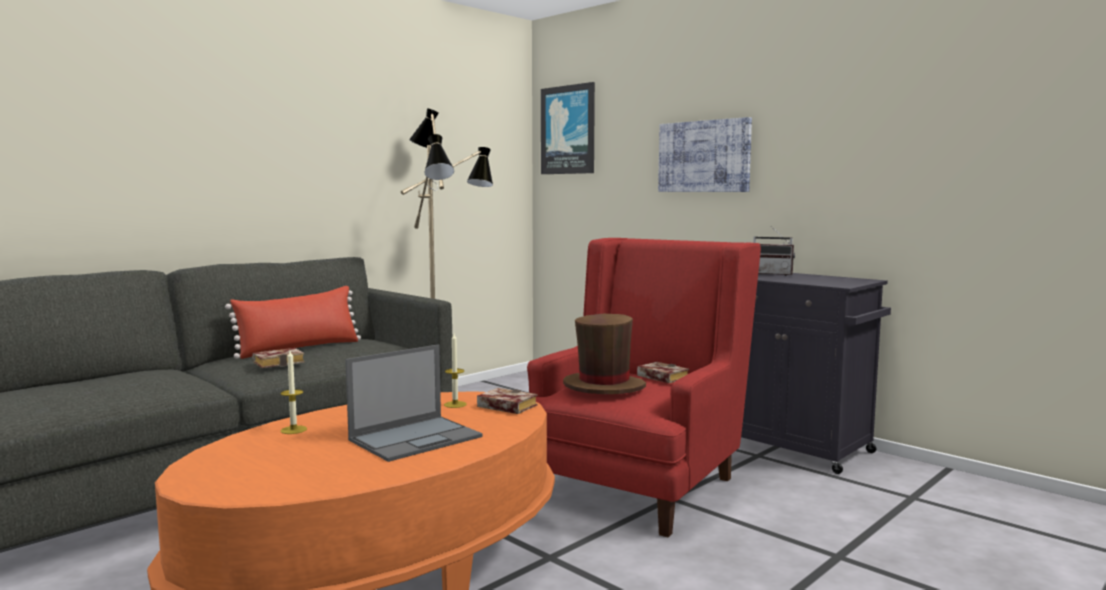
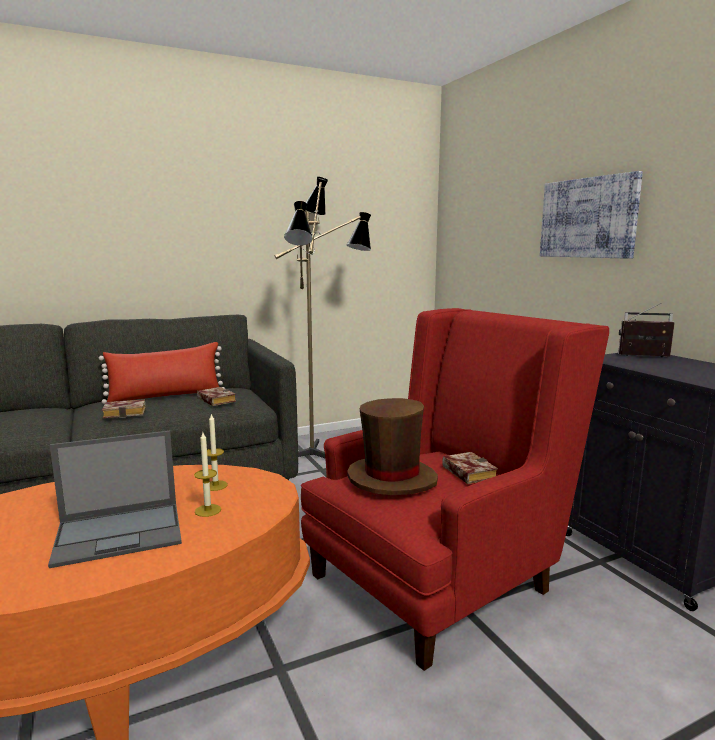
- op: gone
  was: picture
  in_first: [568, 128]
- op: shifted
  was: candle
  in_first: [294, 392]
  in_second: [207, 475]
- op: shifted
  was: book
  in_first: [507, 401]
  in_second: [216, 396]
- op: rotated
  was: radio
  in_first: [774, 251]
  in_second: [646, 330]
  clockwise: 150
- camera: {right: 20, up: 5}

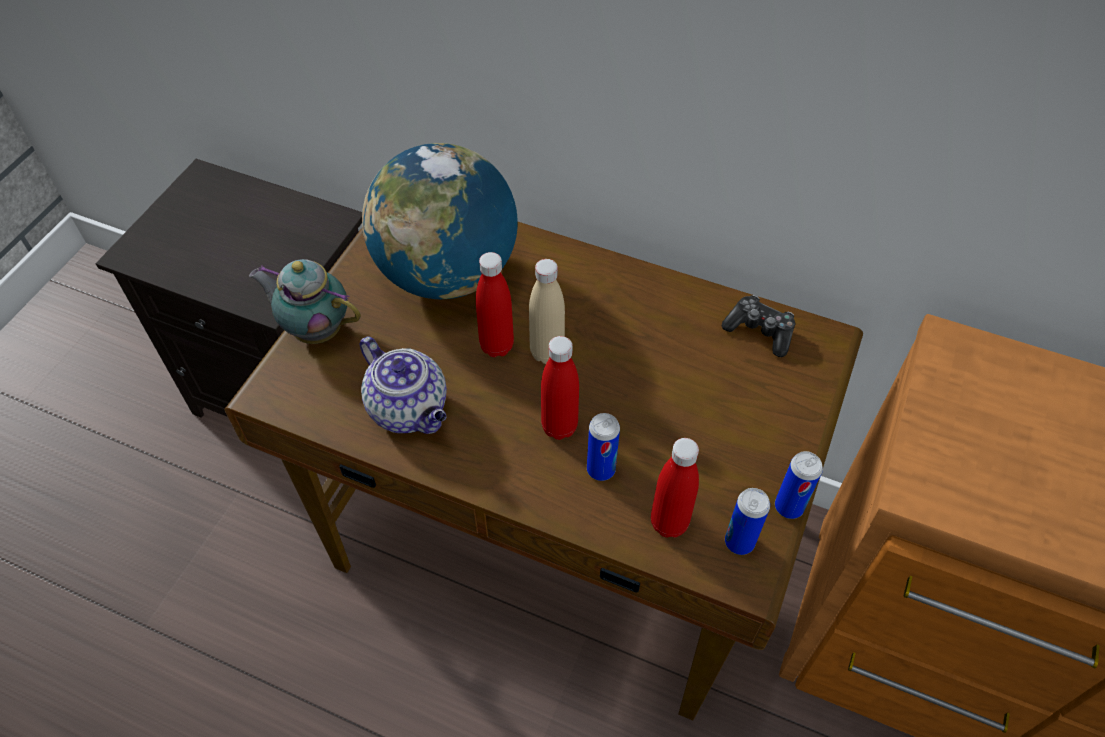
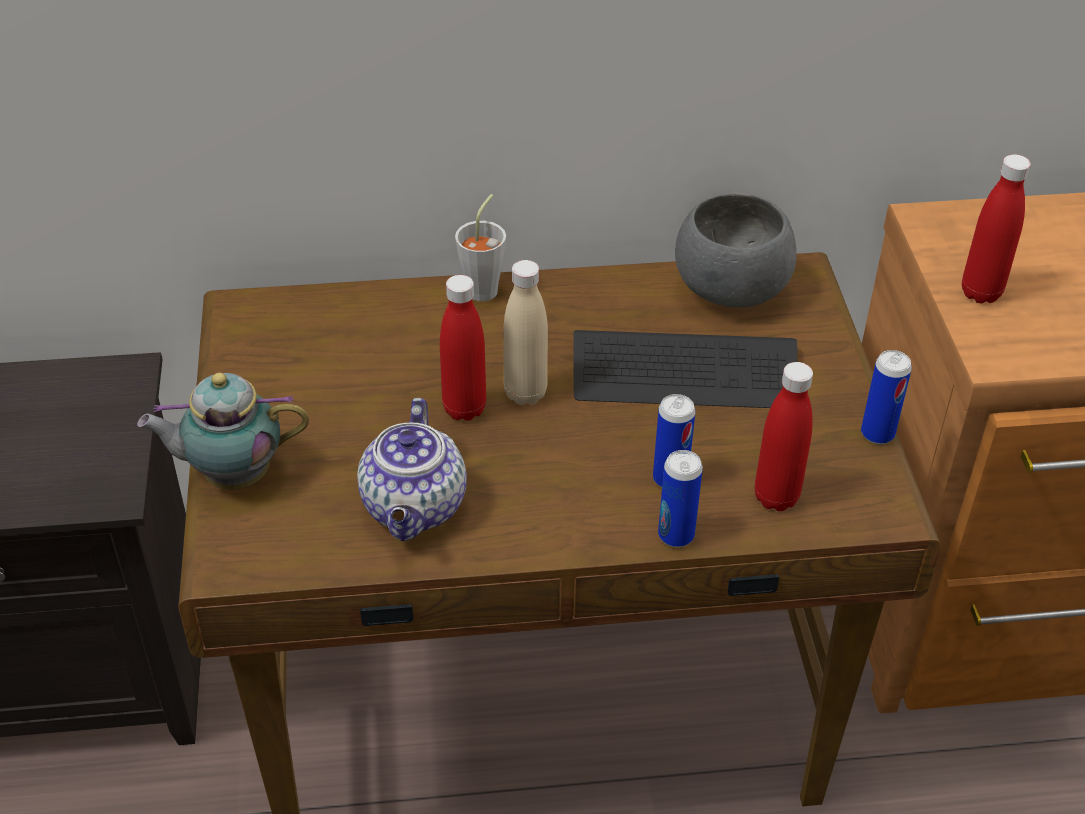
- op: gone
  was: globe
  in_first: [440, 221]
- op: new
  now: cup/grey
  in_second: [480, 247]
- op: new
  now: keyboard
  in_second: [685, 369]
- op: shifted
  was: bottle/red
  in_first: [560, 388]
  in_second: [996, 228]
- op: shifted
  was: can
  in_first: [747, 521]
  in_second: [680, 498]
- op: swapped
  was: game controller
  now: bowl/grey
  in_first: [758, 326]
  in_second: [735, 250]
- op: rotated
  was: teapot
  in_first: [403, 385]
  in_second: [412, 469]
  clockwise: 75
- camera: {right: -30, up: -10}

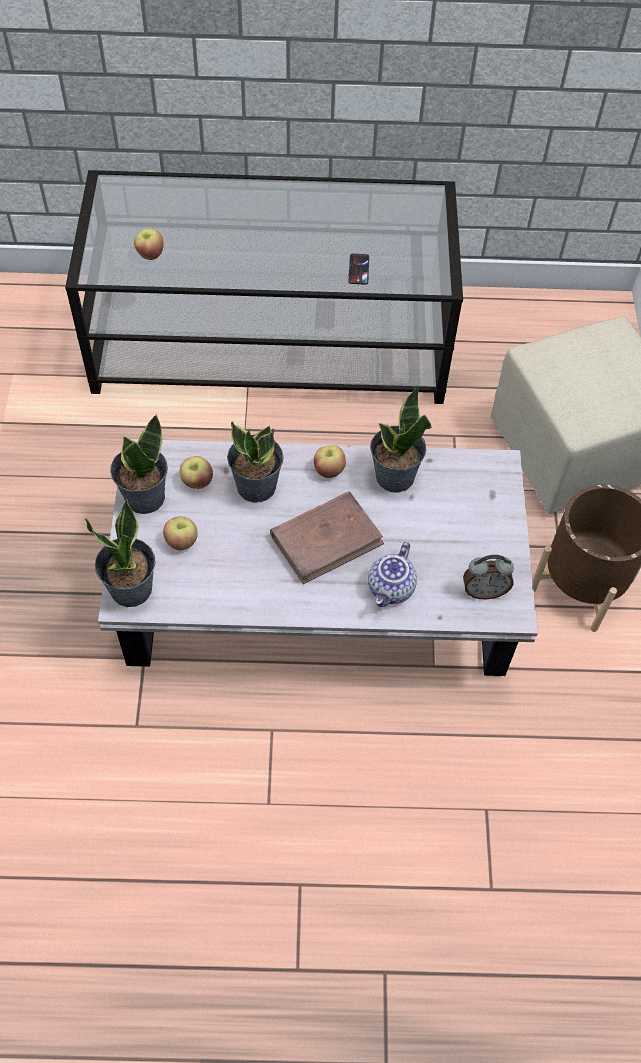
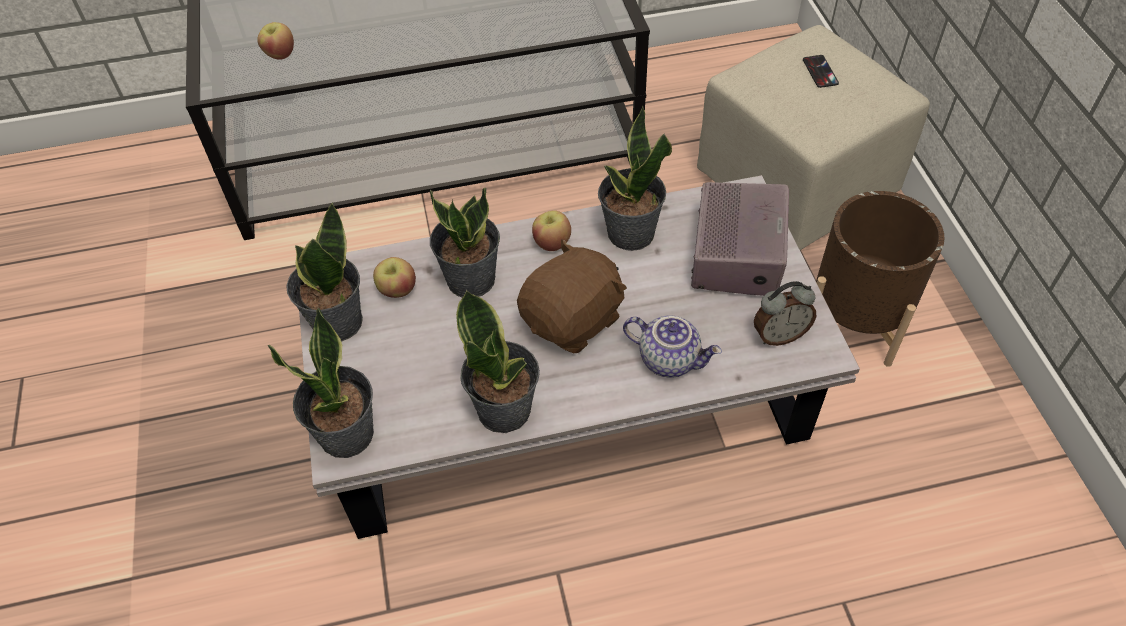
- op: gone
  was: apple
  in_first: [180, 533]
- op: new
  now: potted plant
  in_second: [498, 361]
- op: new
  now: radio
  in_second: [740, 239]
- op: shifted
  was: phone
  in_first: [358, 269]
  in_second: [821, 71]
- op: swapped
  was: book/brown
  now: plush toy/brown
  in_first: [327, 537]
  in_second: [572, 296]
- op: rotated
  was: teapot
  in_first: [392, 574]
  in_second: [672, 346]
  clockwise: -75
- camera: {right: -10, up: -5}

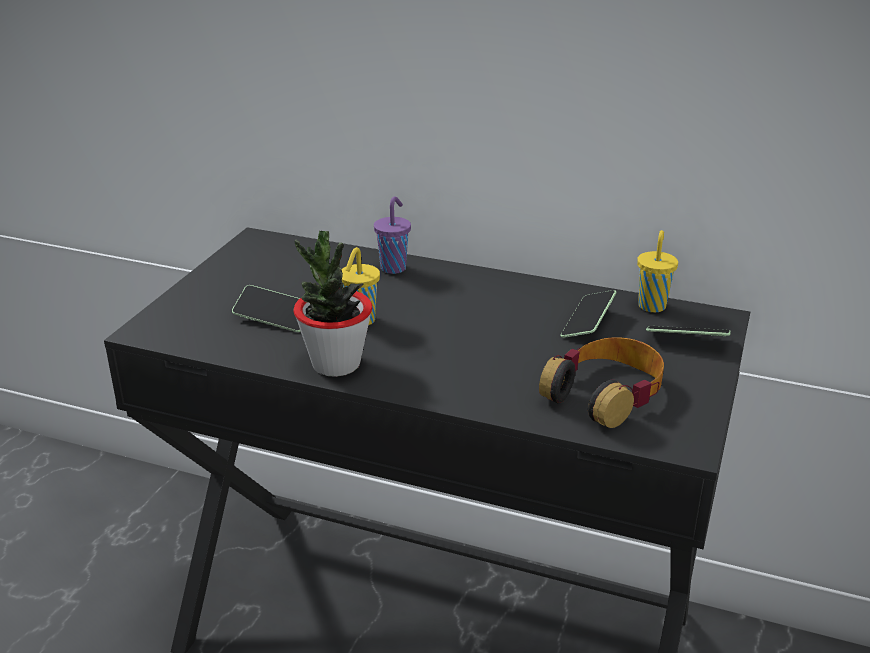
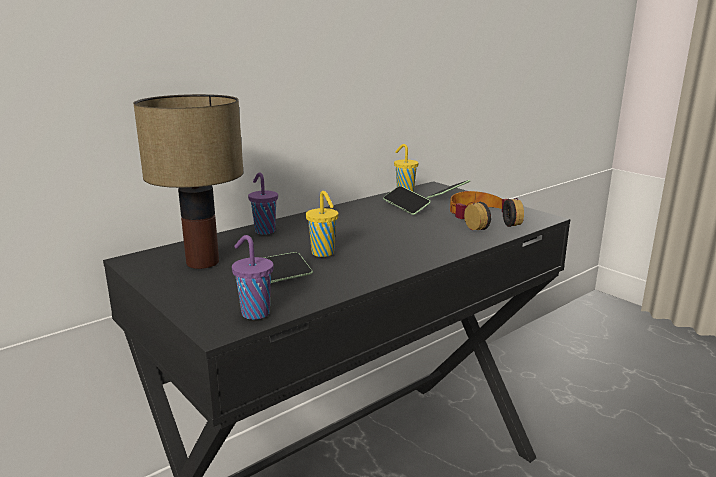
- op: gone
  was: potted plant
  in_first: [332, 304]
- op: new
  now: table lamp
  in_second: [188, 181]
- op: new
  now: cup/purple
  in_second: [253, 277]
- camera: {right: -60, up: -10}

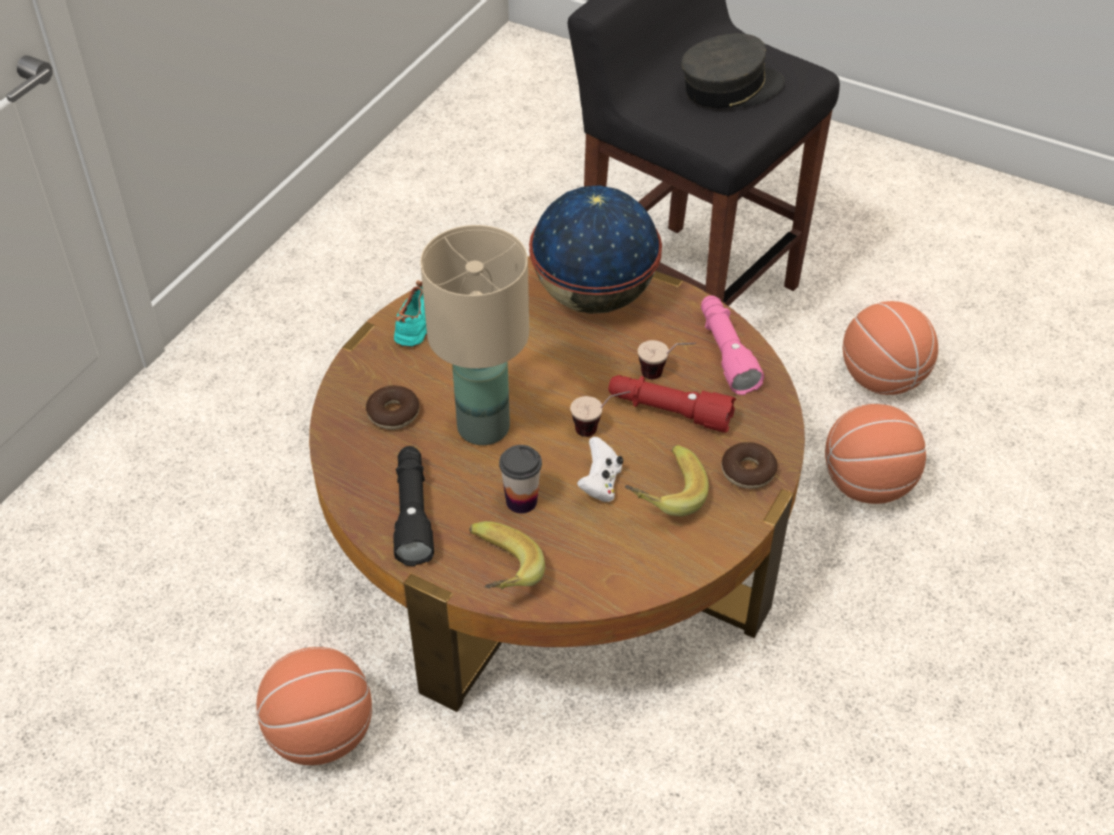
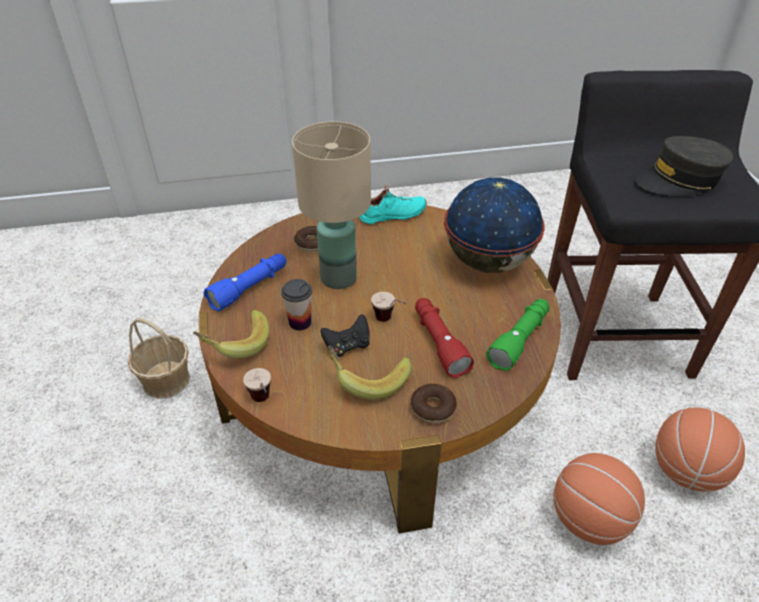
- op: shifted
  was: cup
  in_first: [667, 359]
  in_second: [257, 385]
- op: swapped
  was: basketball
  now: basket
  in_first: [314, 706]
  in_second: [159, 358]
- op: repainted
  was: flashlight/black
  now: flashlight/blue
  in_first: [413, 506]
  in_second: [245, 283]
- op: repainted
  was: game controller/white
  now: game controller/black
  in_first: [600, 469]
  in_second: [345, 335]
- op: repainted
  was: flashlight/pink
  now: flashlight/green
  in_first: [732, 345]
  in_second: [517, 335]
- op: rotated
  was: cap/grey
  in_first: [733, 70]
  in_second: [684, 166]
  clockwise: 135
- camera: {right: 50, up: -5}

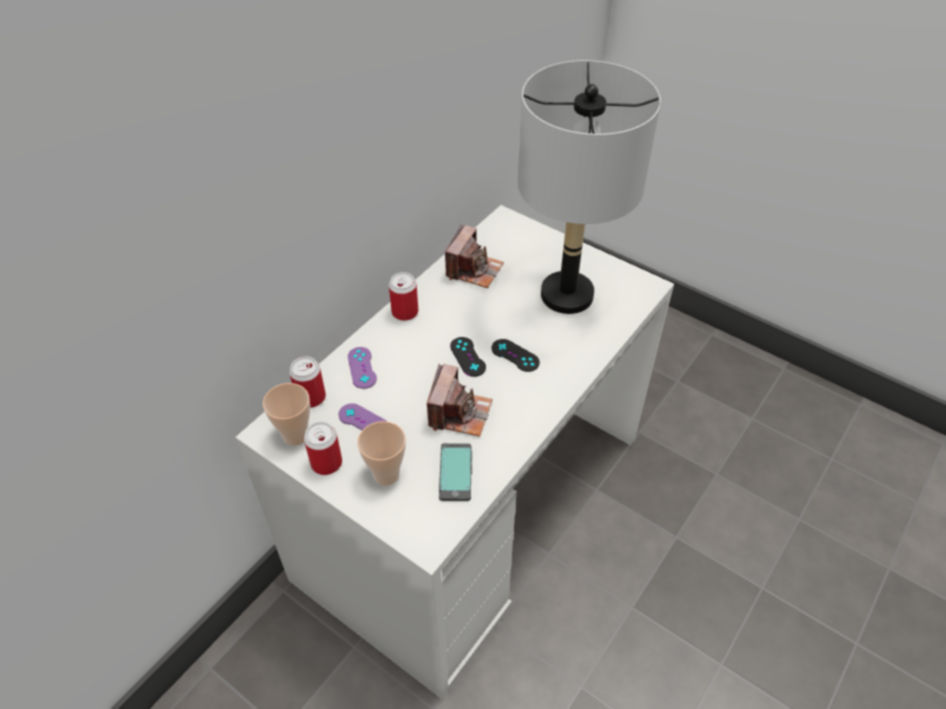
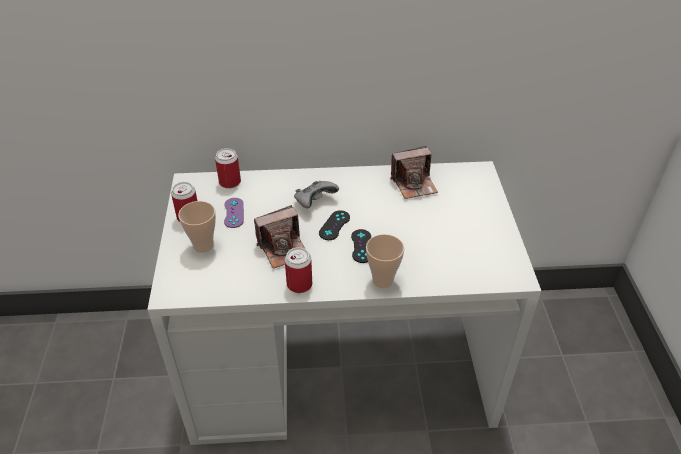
- op: gone
  was: game controller/purple
  in_first: [362, 368]
- op: gone
  was: phone
  in_first: [455, 472]
- op: gone
  was: table lamp/grey
  in_first: [589, 187]
- op: new
  now: game controller/grey
  in_second: [316, 194]
- op: shifted
  was: cup
  in_first: [286, 414]
  in_second: [385, 261]
- op: shifted
  was: can
  in_first: [403, 296]
  in_second: [298, 270]
- camera: {right: 50, up: -5}

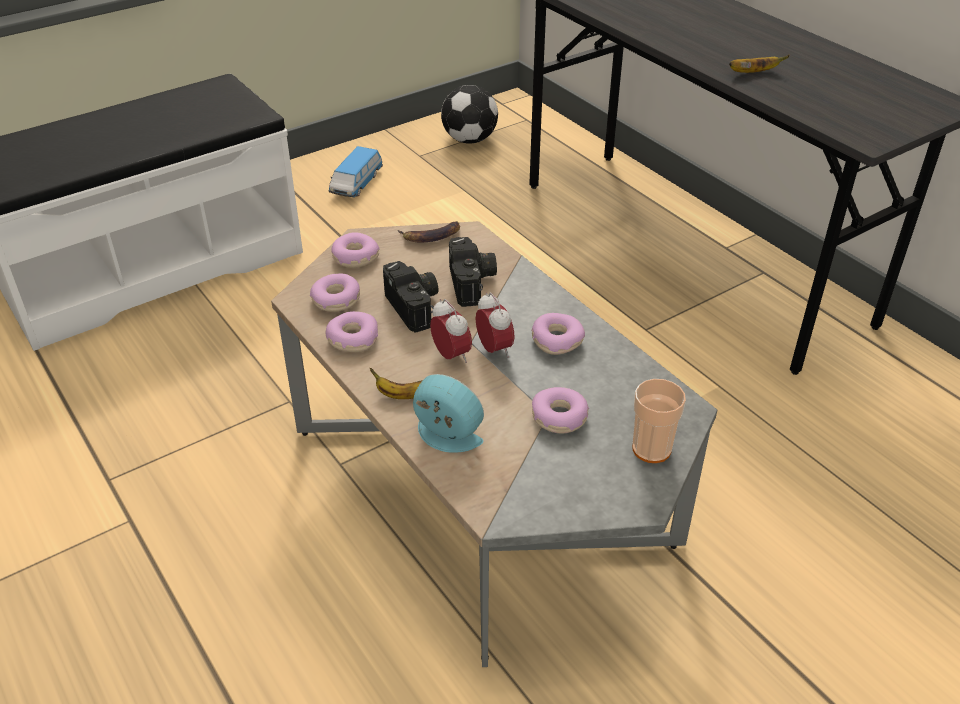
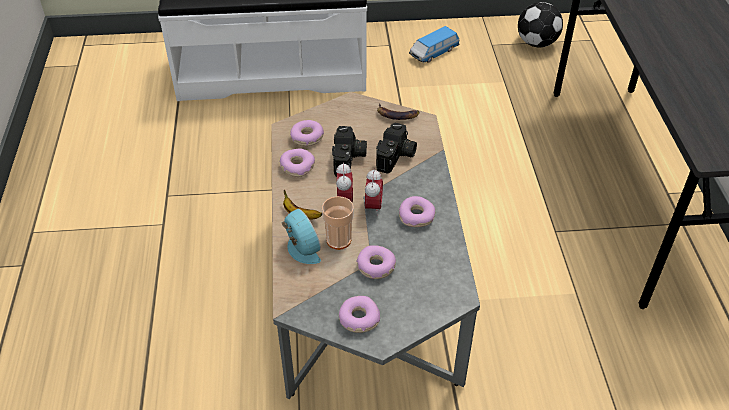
- op: gone
  was: banana
  in_first: [759, 64]
- op: shifted
  was: donut
  in_first: [355, 250]
  in_second: [359, 314]
- op: shifted
  was: cup
  in_first: [659, 421]
  in_second: [338, 223]
- camera: {right: 30, up: 5}

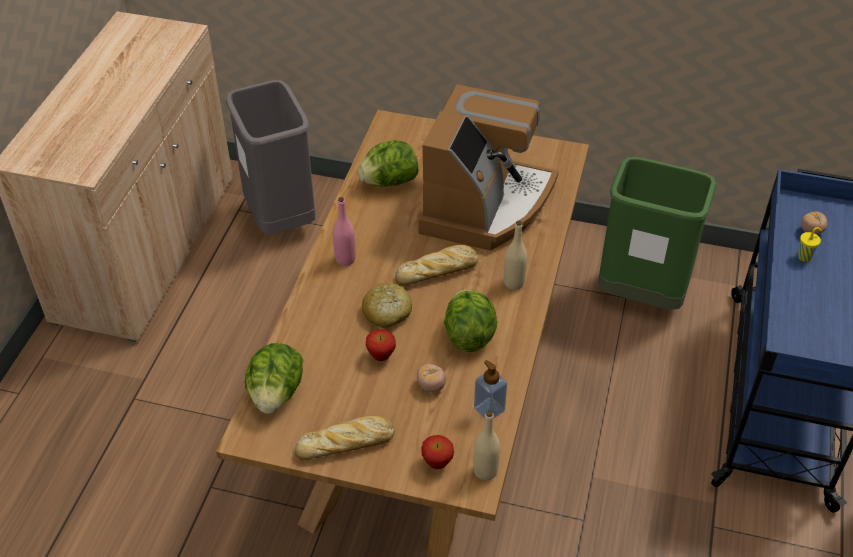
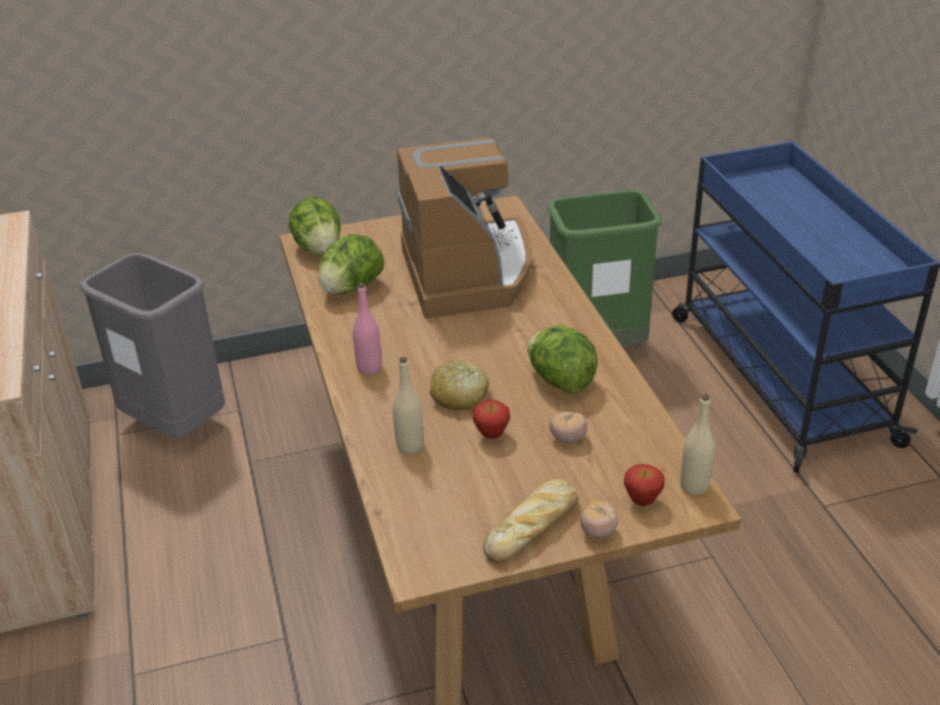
- op: gone
  was: bread
  in_first: [436, 265]
- op: gone
  was: soap dispenser
  in_first: [490, 389]
- op: gone
  was: cup/yellow
  in_first: [810, 244]
- op: shifted
  was: lettuce
  in_first: [274, 378]
  in_second: [315, 226]
- op: shifted
  was: bottle/beige
  in_first: [515, 255]
  in_second: [408, 405]
- op: shifted
  was: tomato
  in_first: [814, 223]
  in_second: [599, 520]
- camera: {right: -30, up: -10}

